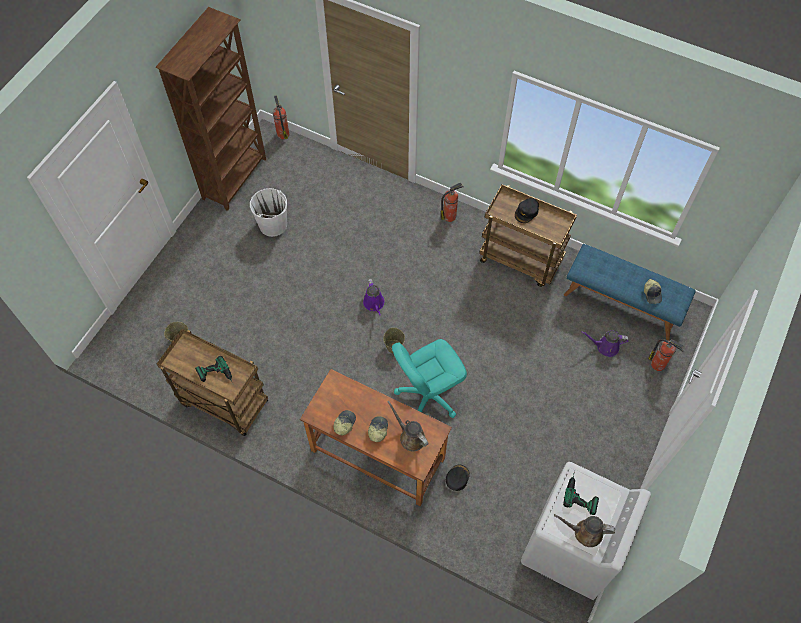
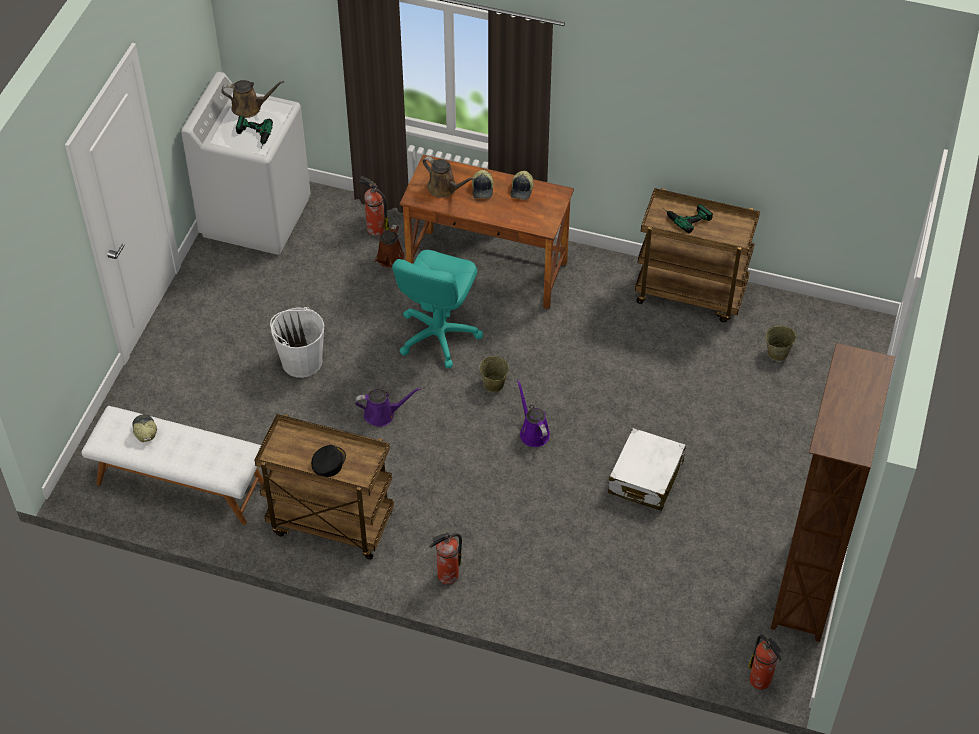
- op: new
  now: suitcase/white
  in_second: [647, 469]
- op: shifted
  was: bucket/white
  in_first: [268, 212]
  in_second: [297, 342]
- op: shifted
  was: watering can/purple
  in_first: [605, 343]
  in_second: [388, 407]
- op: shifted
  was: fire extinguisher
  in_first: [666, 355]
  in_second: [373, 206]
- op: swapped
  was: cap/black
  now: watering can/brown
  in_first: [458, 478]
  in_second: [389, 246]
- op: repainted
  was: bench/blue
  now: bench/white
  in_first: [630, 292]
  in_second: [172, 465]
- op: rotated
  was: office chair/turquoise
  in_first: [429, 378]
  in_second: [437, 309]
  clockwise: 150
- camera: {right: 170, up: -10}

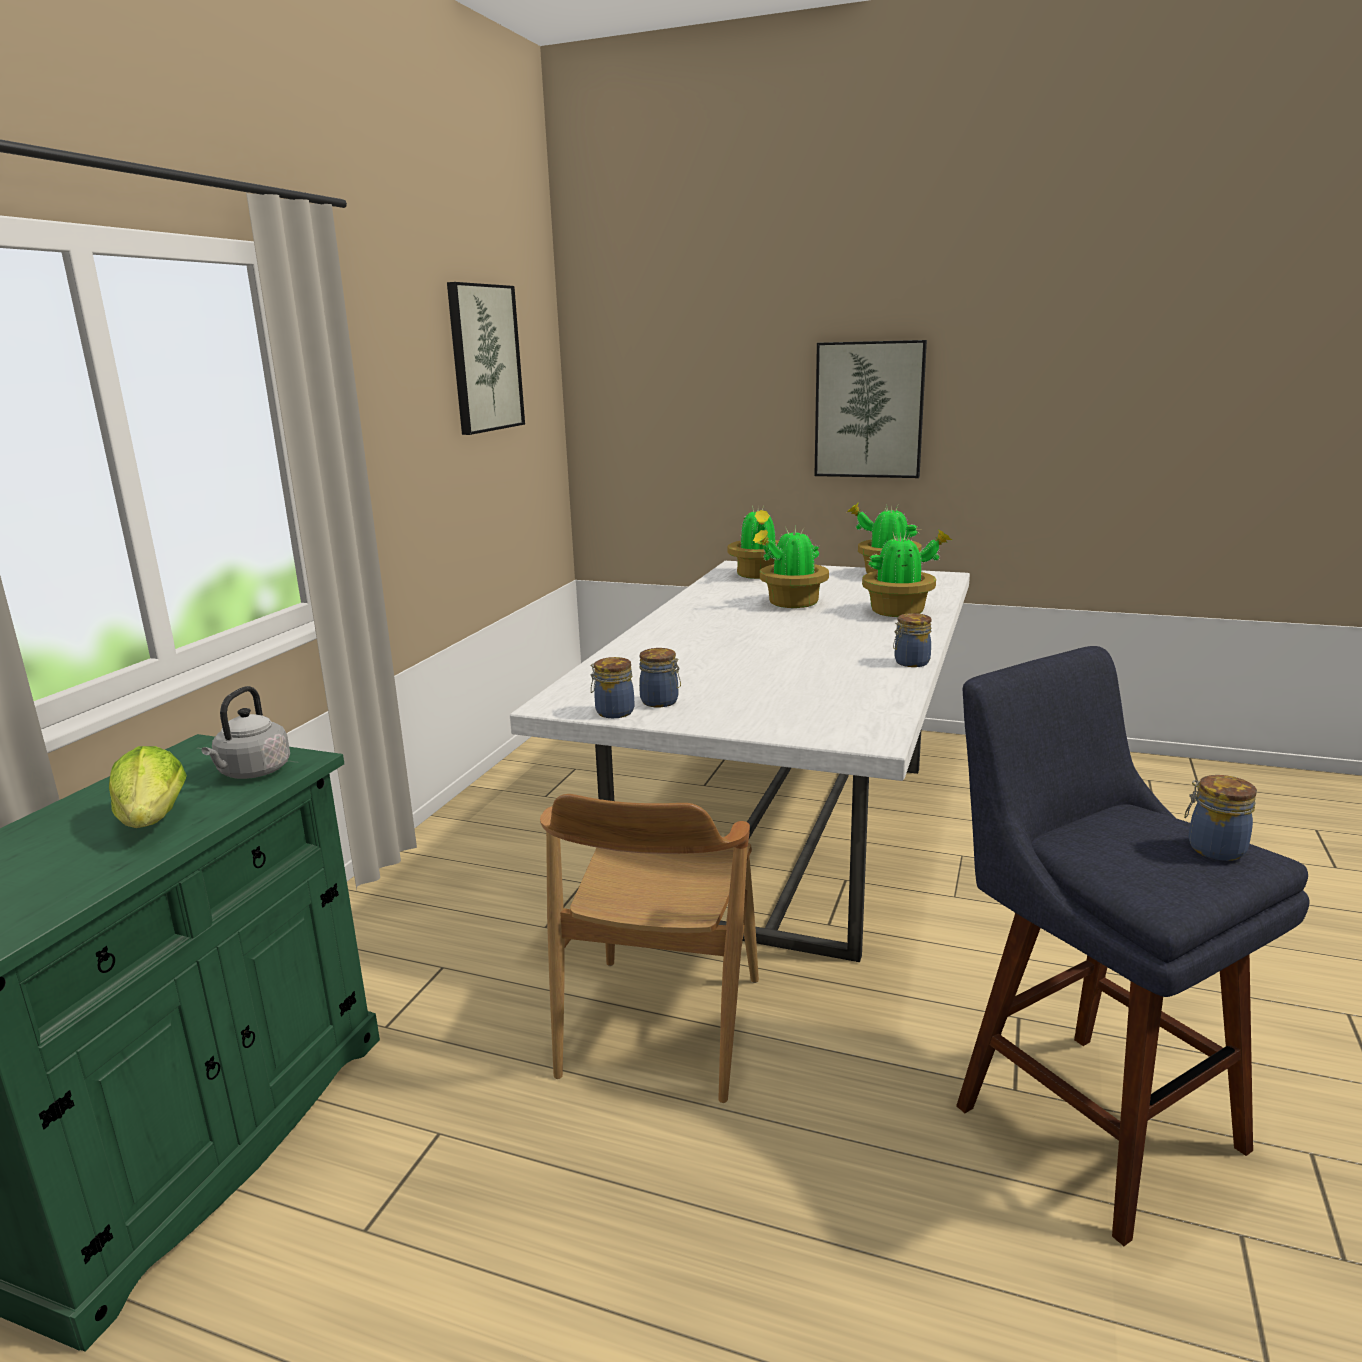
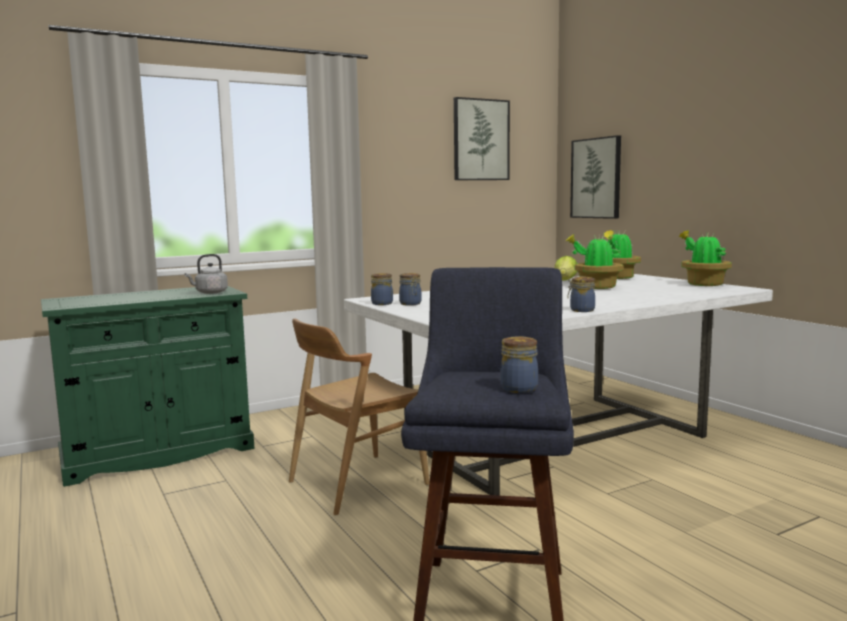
- op: gone
  was: potted plant
  in_first: [907, 573]
- op: shifted
  was: lettuce
  in_first: [148, 787]
  in_second: [566, 268]
- op: shifted
  was: picture
  in_first: [871, 409]
  in_second: [595, 177]
- camera: {right: 40, up: -10}

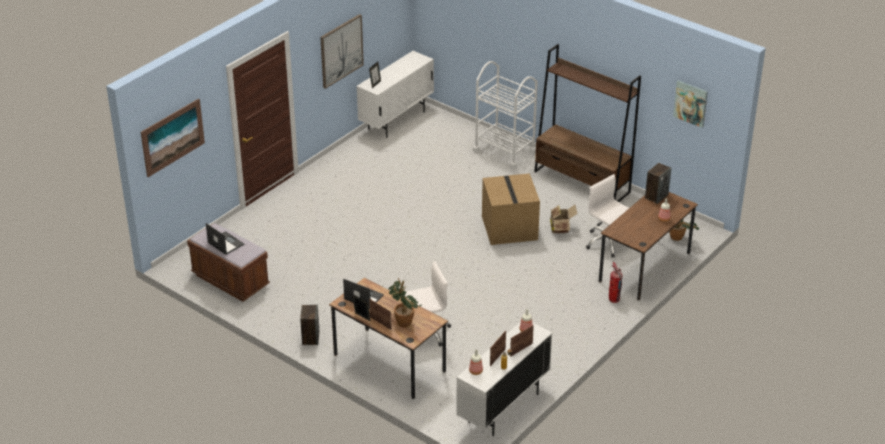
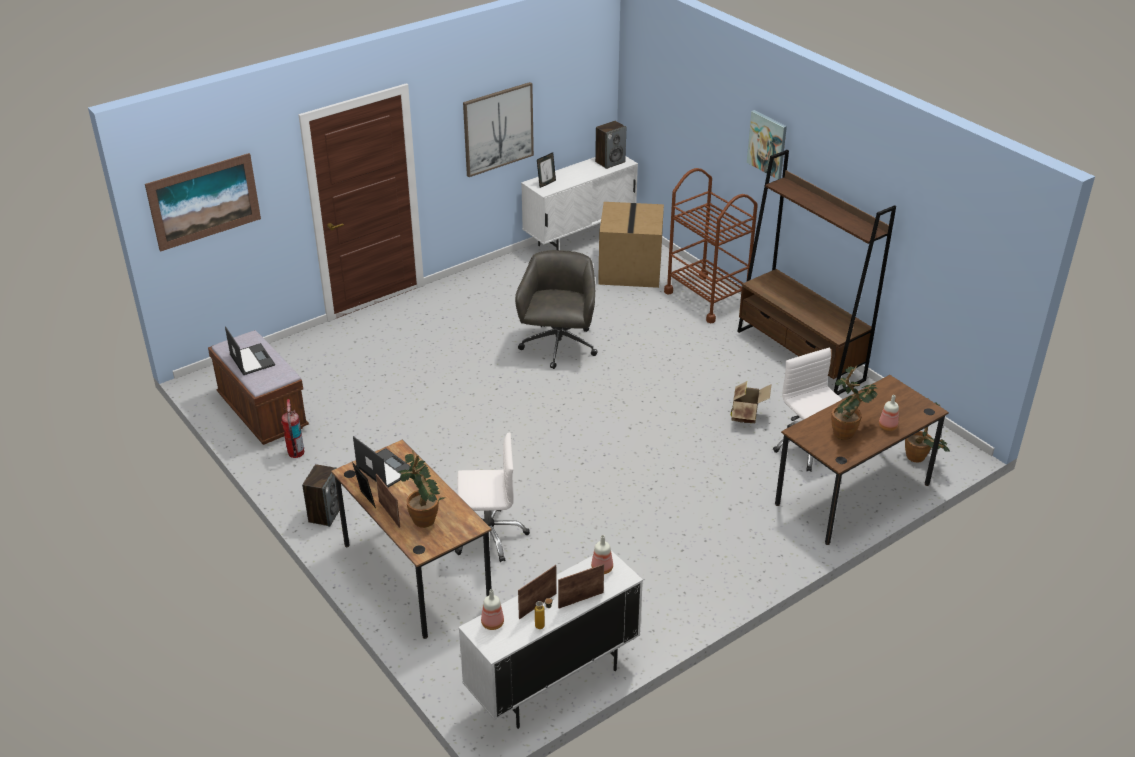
- op: new
  now: office chair/grey
  in_second: [556, 309]
- op: new
  now: potted plant
  in_second: [854, 402]
- op: shifted
  was: cardboard box
  in_first: [511, 209]
  in_second: [631, 245]
- op: shifted
  was: fire extinguisher
  in_first: [615, 282]
  in_second: [293, 428]
- op: shifted
  was: speaker
  in_first: [658, 183]
  in_second: [610, 145]
- op: shifted
  was: picture
  in_first: [690, 104]
  in_second: [767, 144]
- op: repainted
  was: cart/white
  now: cart/brown
  in_first: [505, 115]
  in_second: [711, 246]
- camera: {right: 15, up: 0}

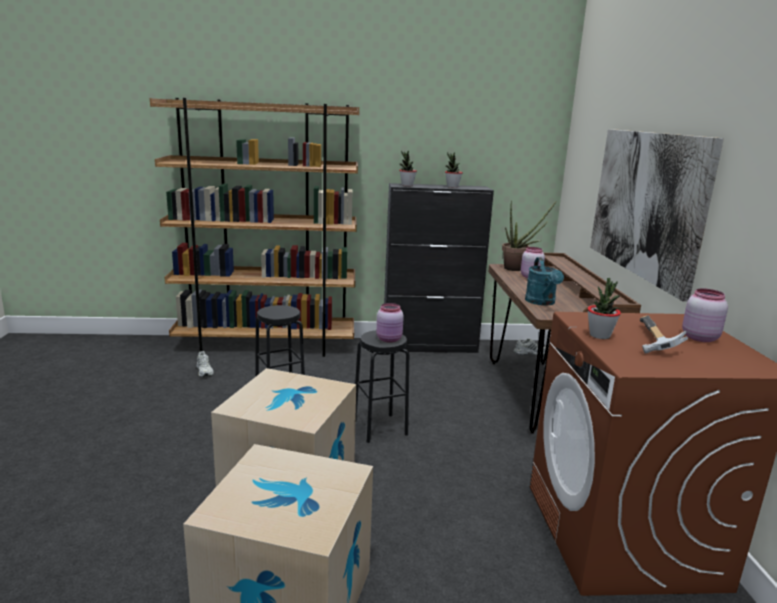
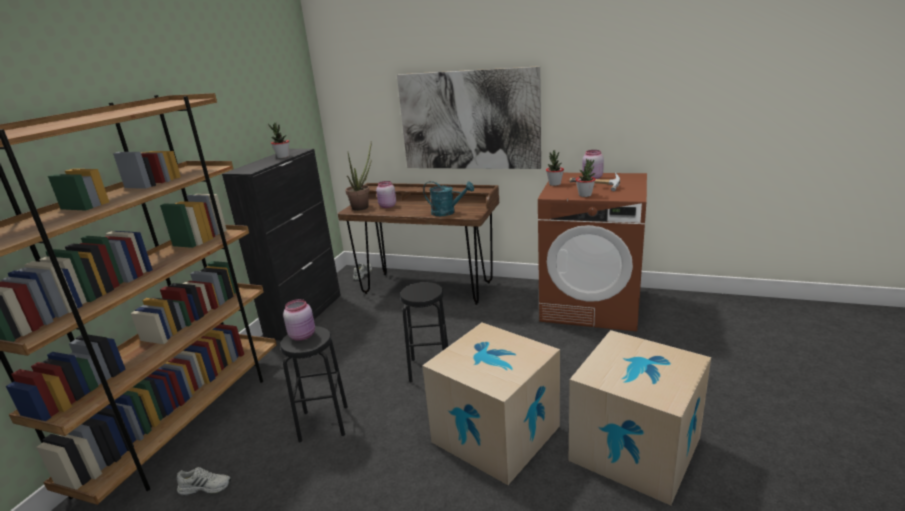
- op: shifted
  was: jar/pink
  in_first: [390, 323]
  in_second: [299, 320]
- op: shifted
  was: potted plant
  in_first: [408, 168]
  in_second: [555, 168]
- camera: {right: -65, up: 5}

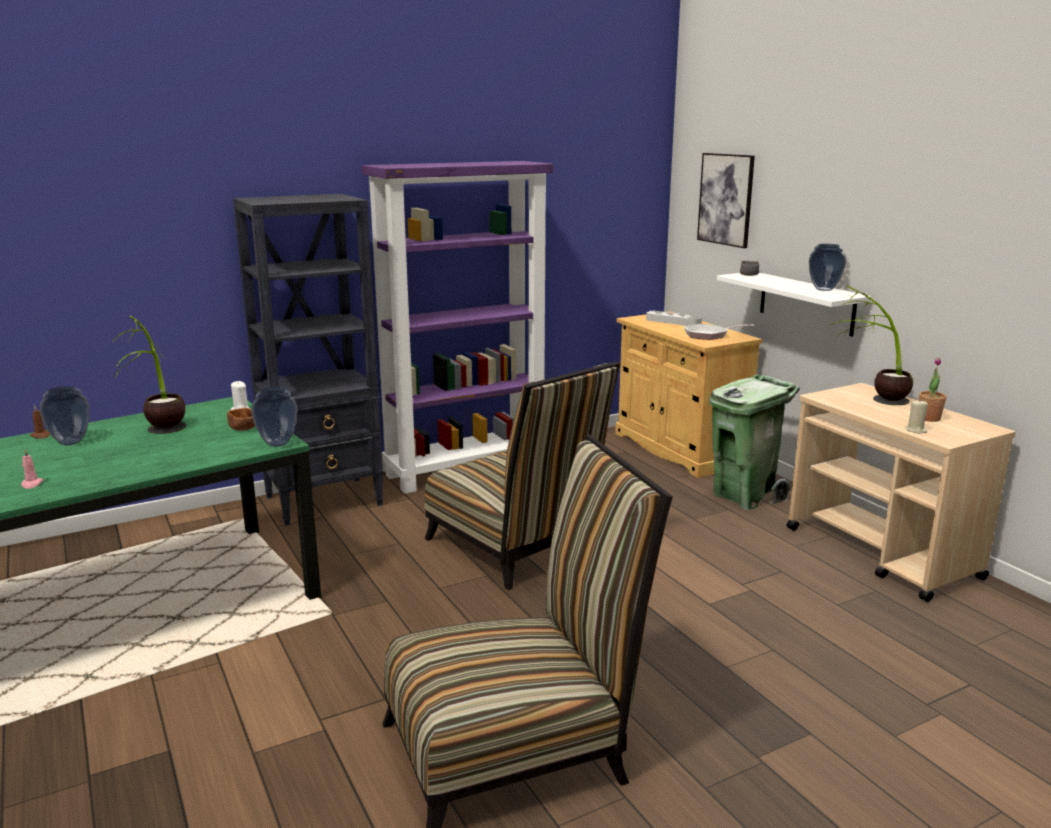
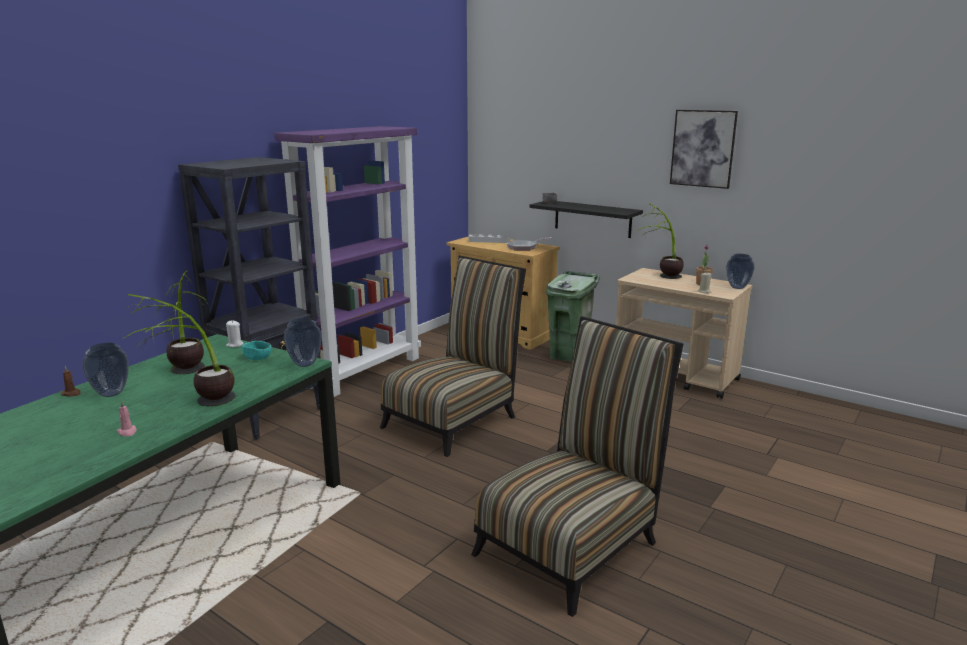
- op: new
  now: potted plant
  in_second: [179, 350]
- op: shifted
  was: picture
  in_first: [726, 200]
  in_second: [704, 149]
- op: shifted
  was: vase
  in_first: [827, 267]
  in_second: [740, 271]
- op: repainted
  was: bowl/brown
  now: bowl/turquoise
  in_first: [241, 419]
  in_second: [256, 350]
- op: repainted
  was: shelf/white
  now: shelf/black
  in_first: [794, 305]
  in_second: [586, 219]
- op: rotated
  was: chair
  in_first: [522, 476]
  in_second: [453, 356]
  clockwise: -75
- camera: {right: -25, up: 0}

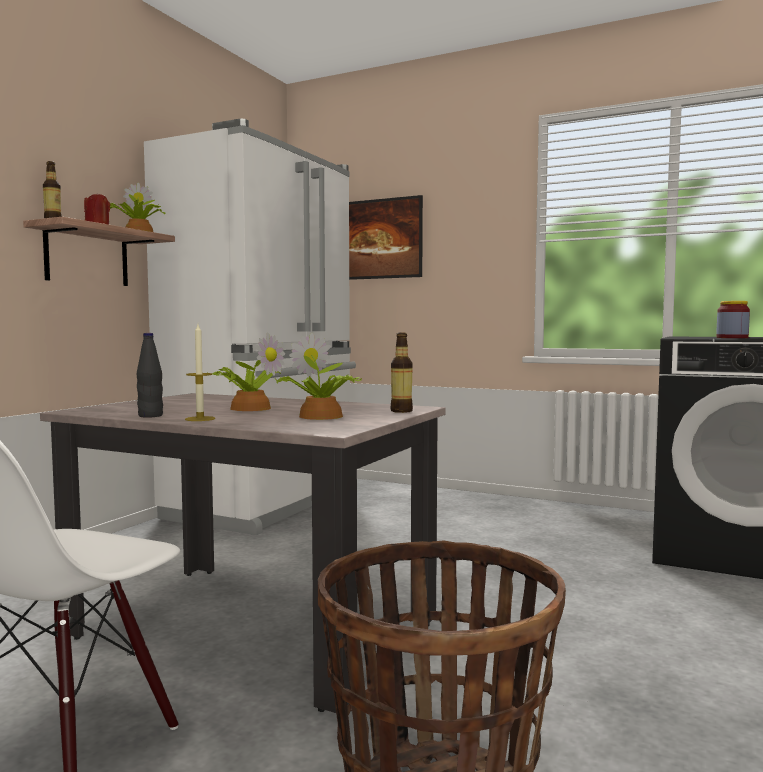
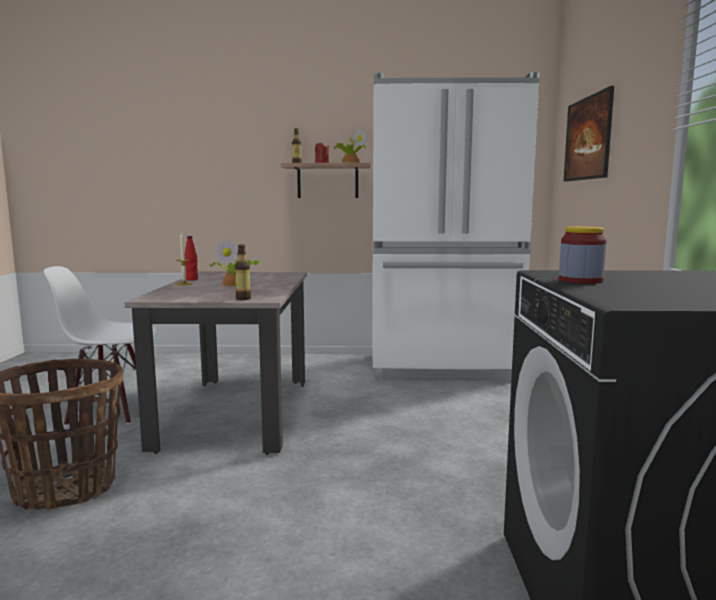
- op: gone
  was: potted plant
  in_first: [318, 376]
- op: repainted
  was: bottle/black
  now: bottle/red
  in_first: [150, 375]
  in_second: [191, 258]
- camera: {right: 65, up: 5}

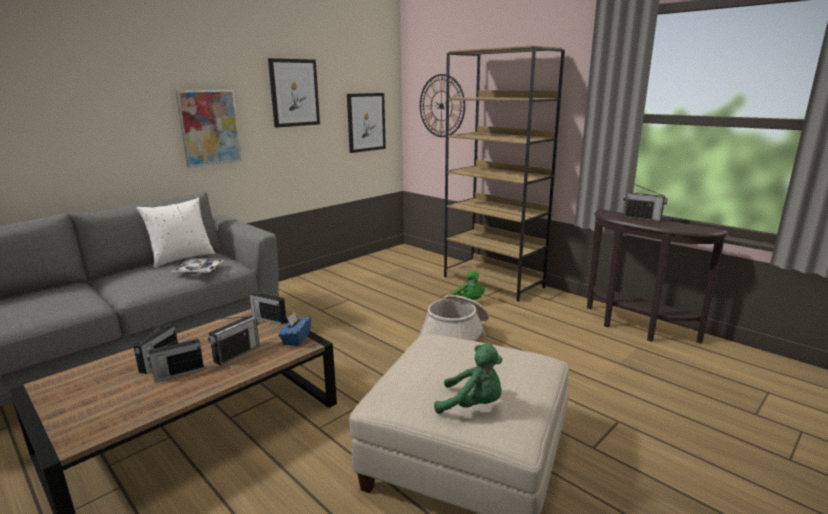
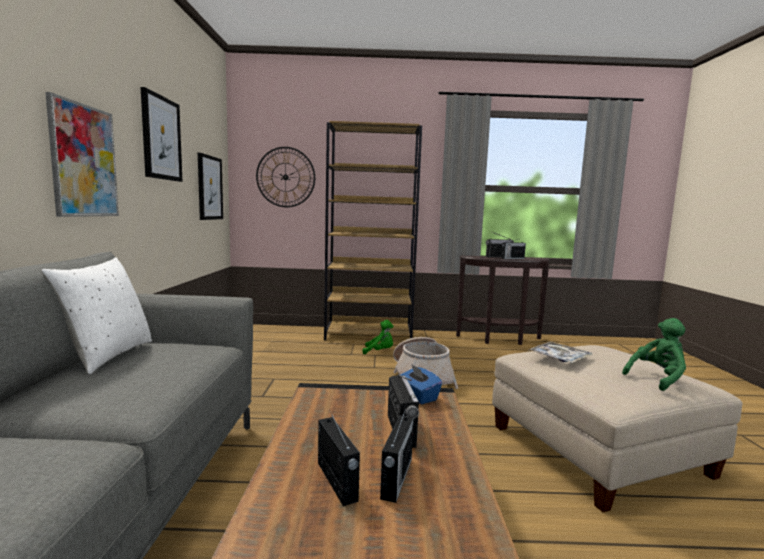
- op: shifted
  was: tray
  in_first: [198, 266]
  in_second: [561, 352]
- op: shifted
  was: radio
  in_first: [267, 308]
  in_second: [513, 249]
- camera: {right: -45, up: -10}

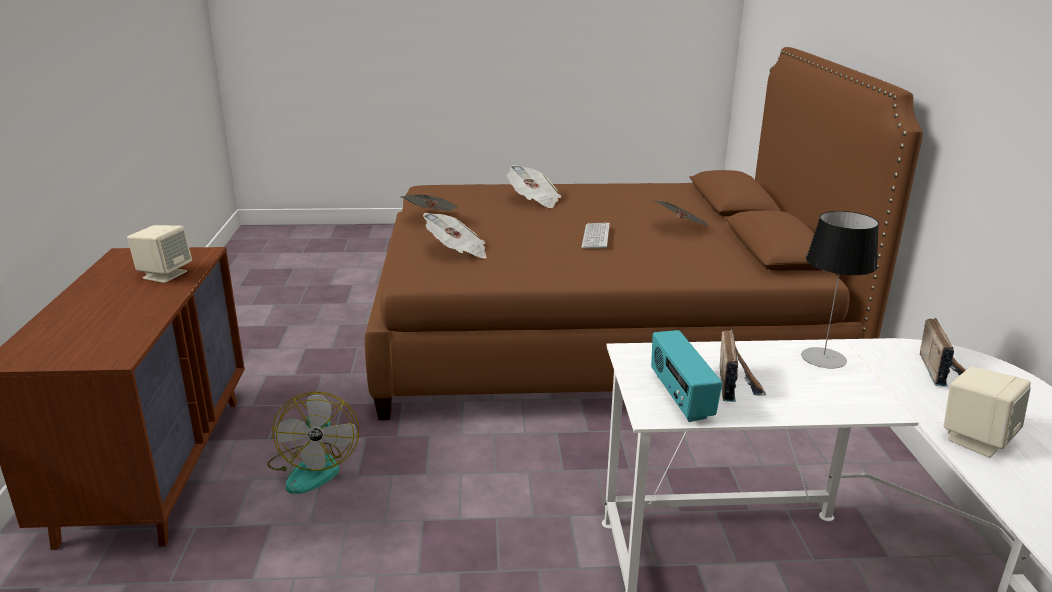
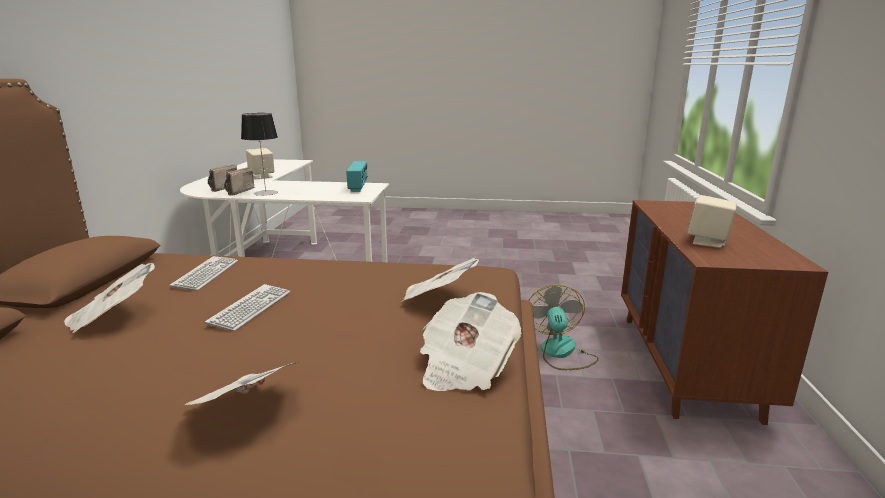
- op: new
  now: keyboard
  in_second: [204, 273]
- op: shifted
  was: radio
  in_first: [743, 366]
  in_second: [239, 181]
- camera: {right: -170, up: -5}

